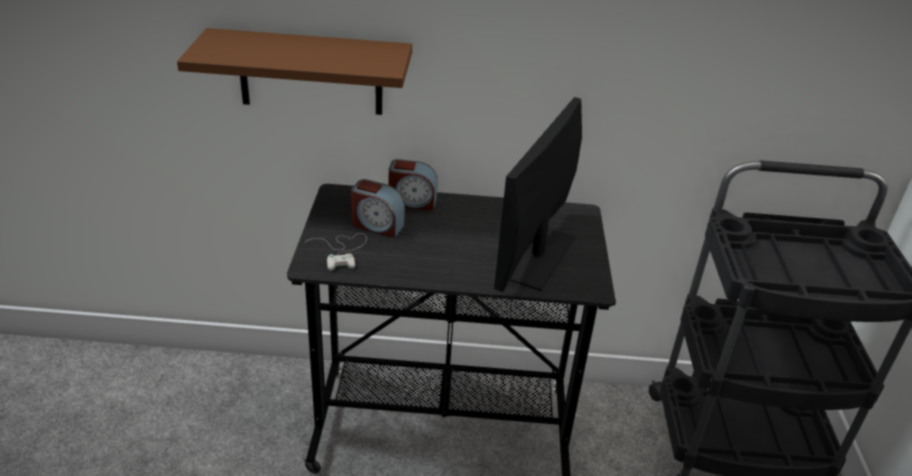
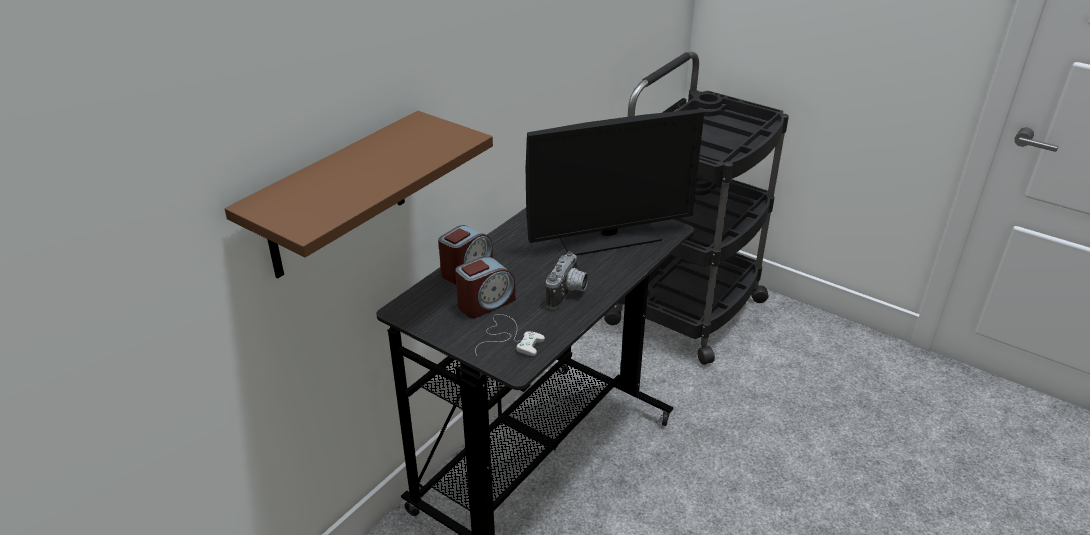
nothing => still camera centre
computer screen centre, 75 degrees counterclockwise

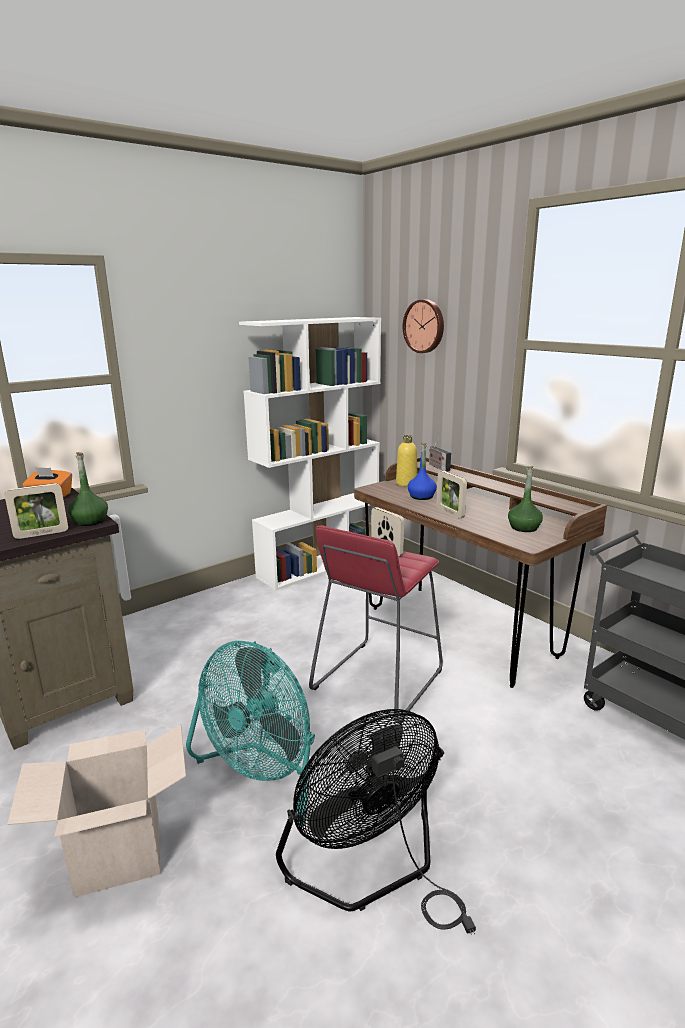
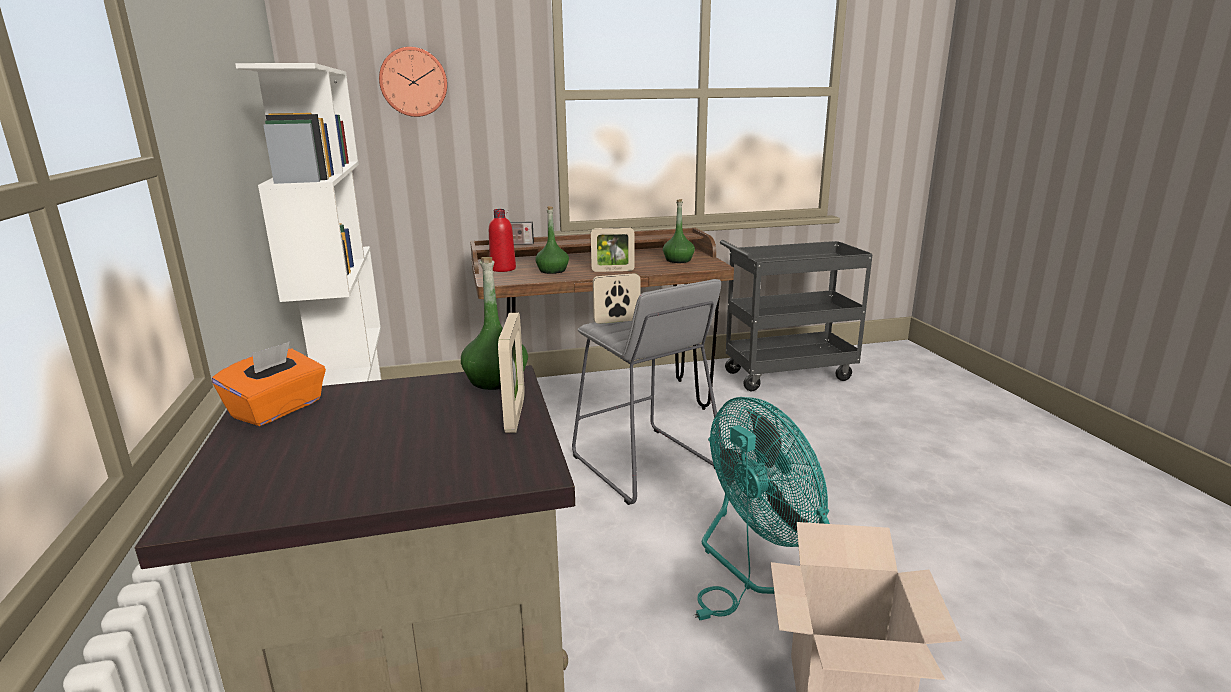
cooling fan/black-coloured bottom centre => nothing
stool/reddish centre => stool/greyish centre
bottle/yellow centre => bottle/reddish centre
bottle/blue centre => bottle/green (2nd from left) centre
cooling fan/blue-green bottom centre, 90 degrees counterclockwise

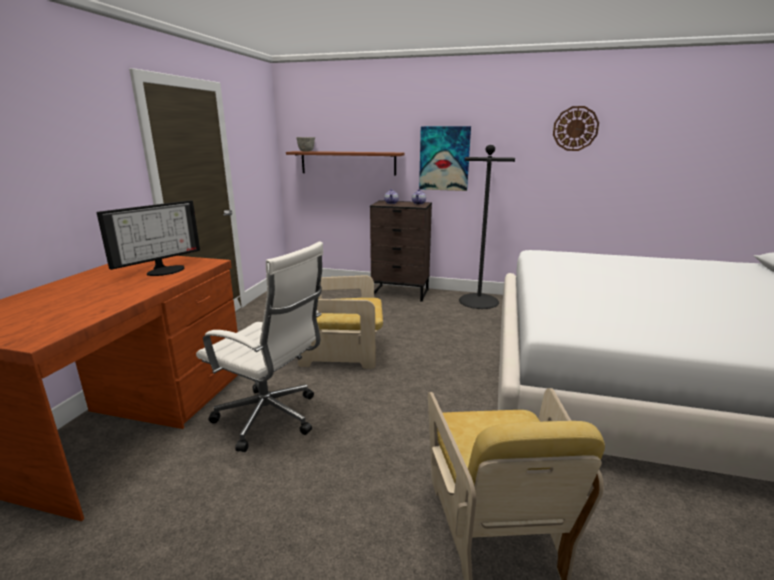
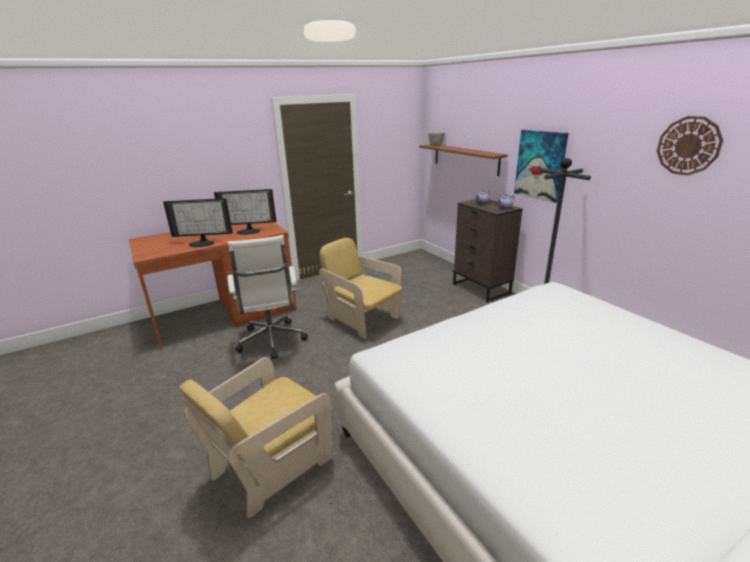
nothing => computer screen (1st from left) middle left

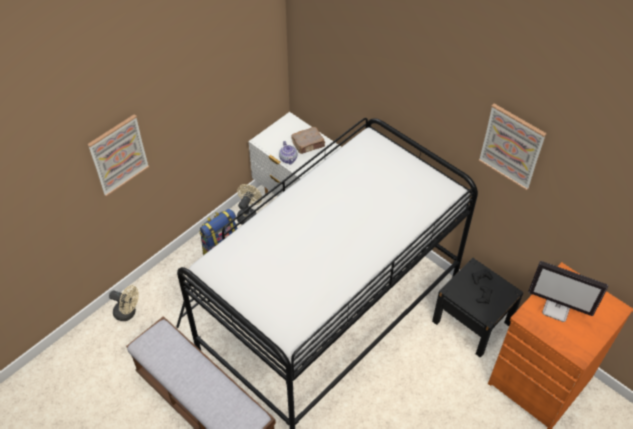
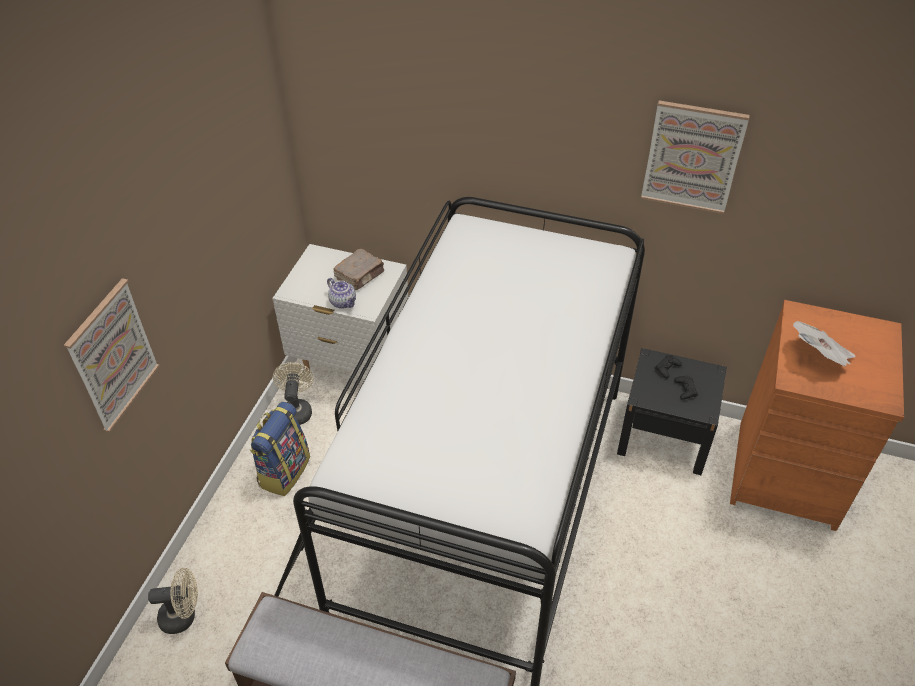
computer screen bottom right => printed paper middle right

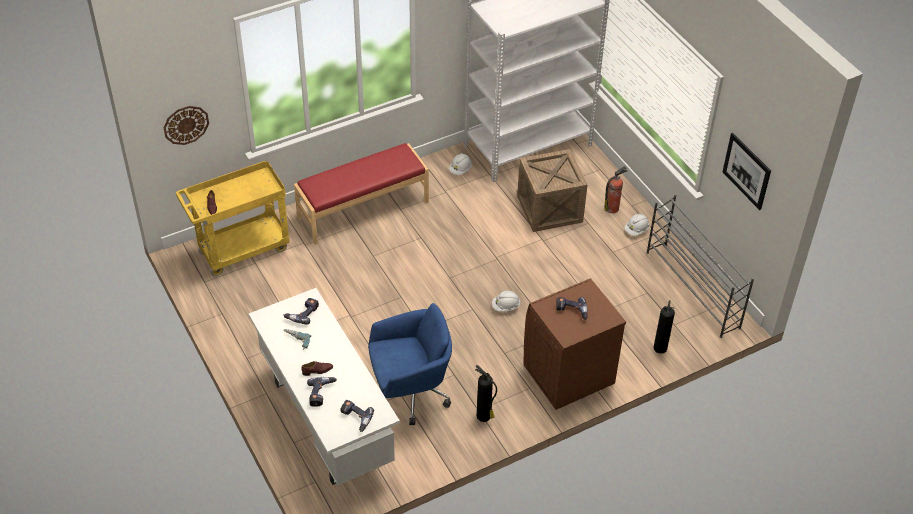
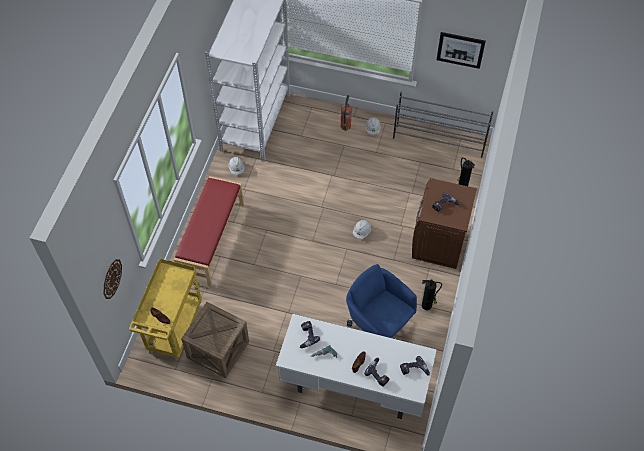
crate centre => crate bottom centre, moved
computer chair/blue bottom centre, 75 degrees counterclockwise

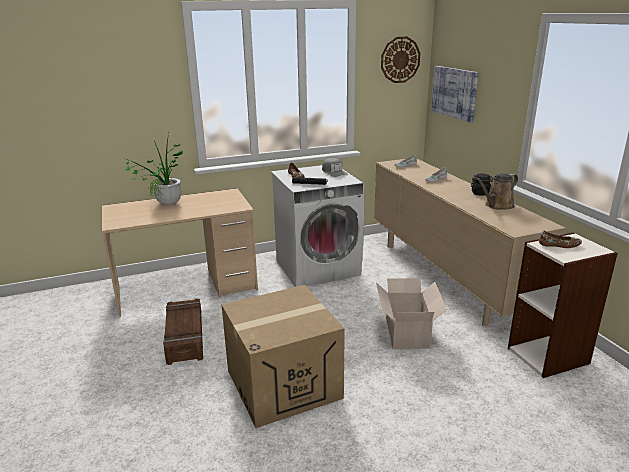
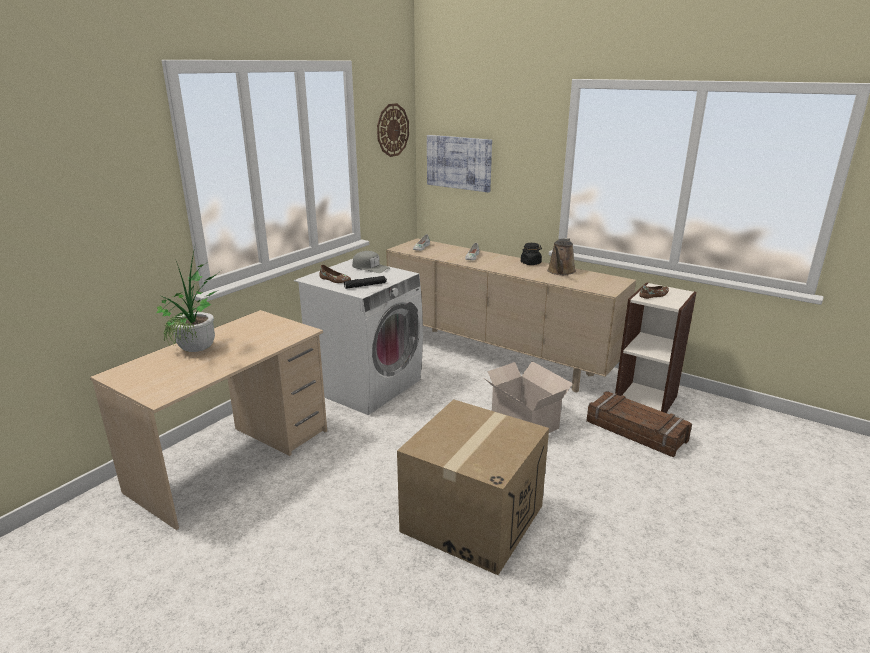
crate bottom left => crate middle right, moved

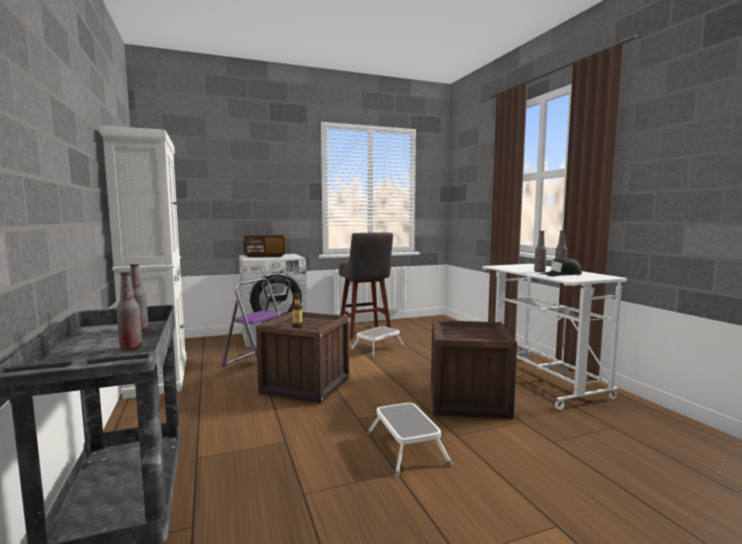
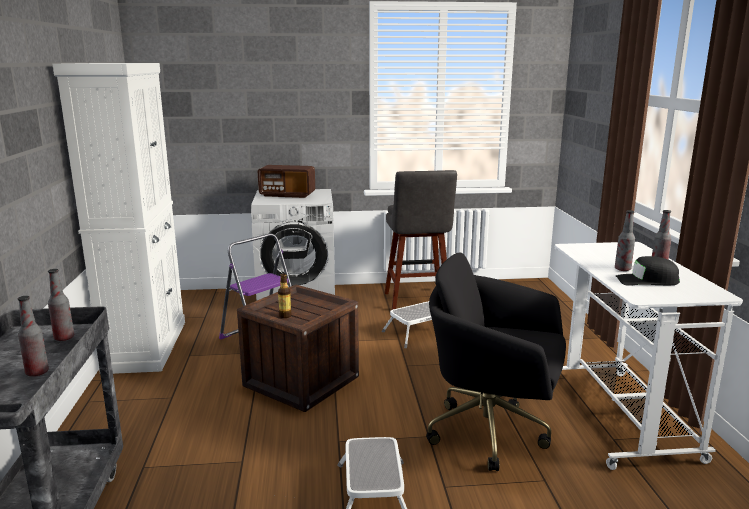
crate (2nd from left) bottom centre => computer chair/black-coloured bottom centre

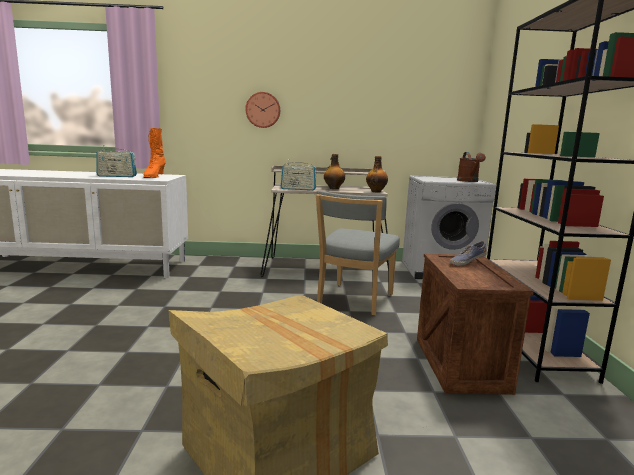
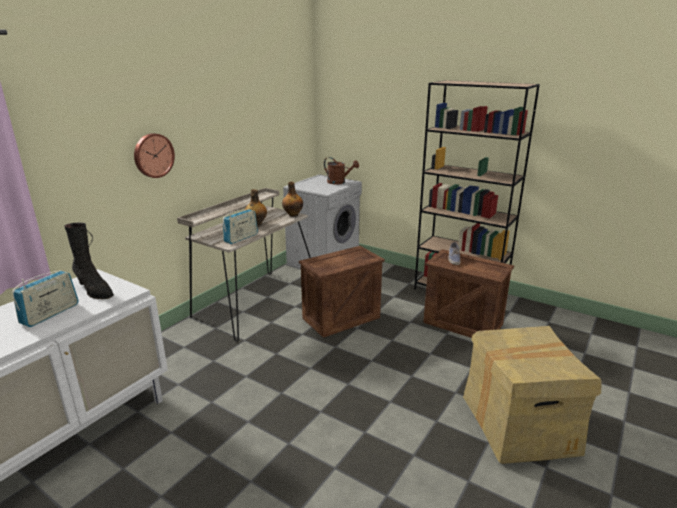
chair/greyish centre => crate (1st from left) centre
tall boot/orange top left => tall boot/black-coloured middle left

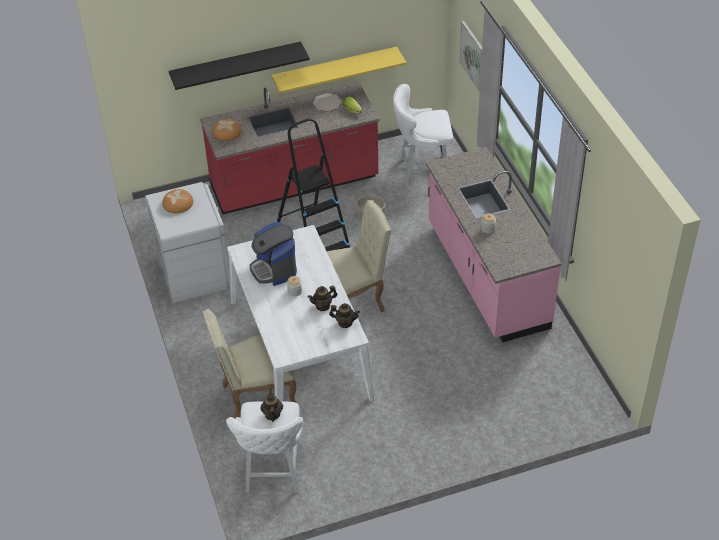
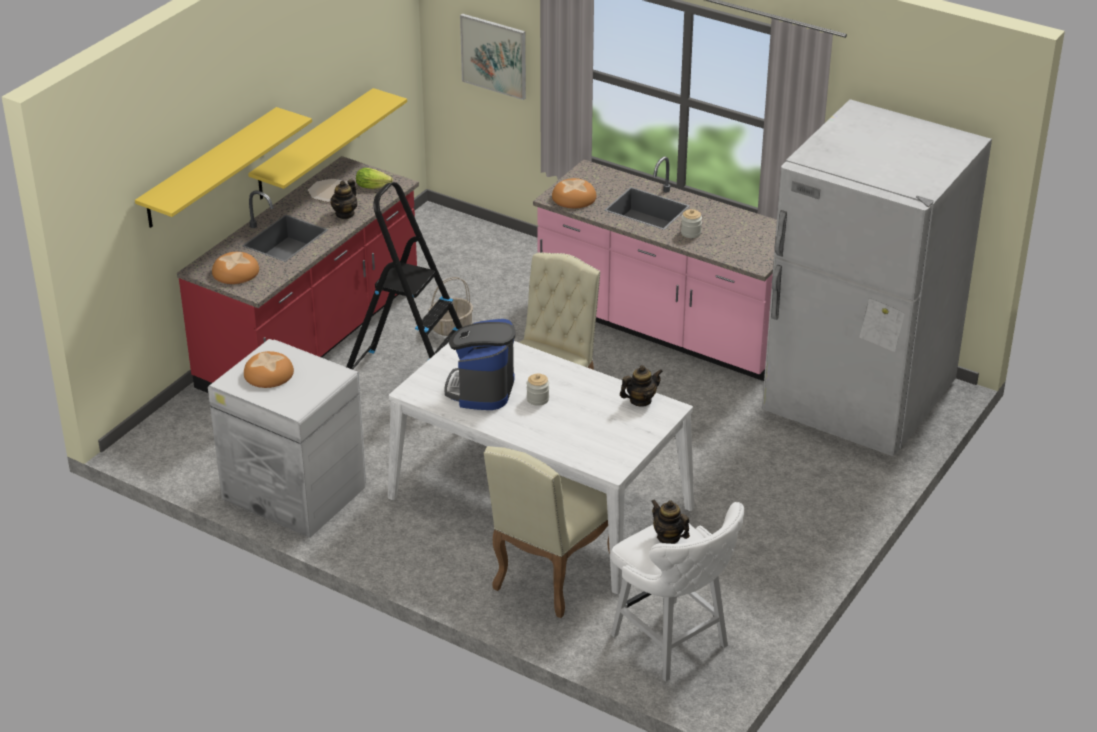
stool/white (2nd from left) top centre => nothing
nothing => bread (3rd from left) top centre
nothing => refrigerator/white middle right
teapot (2nd from left in the first image) centre => teapot (1st from left) top left, moved
wall shelf/black-coloured top left => wall shelf/yellow (1st from left) top left
coffee machine centre, 75 degrees clockwise

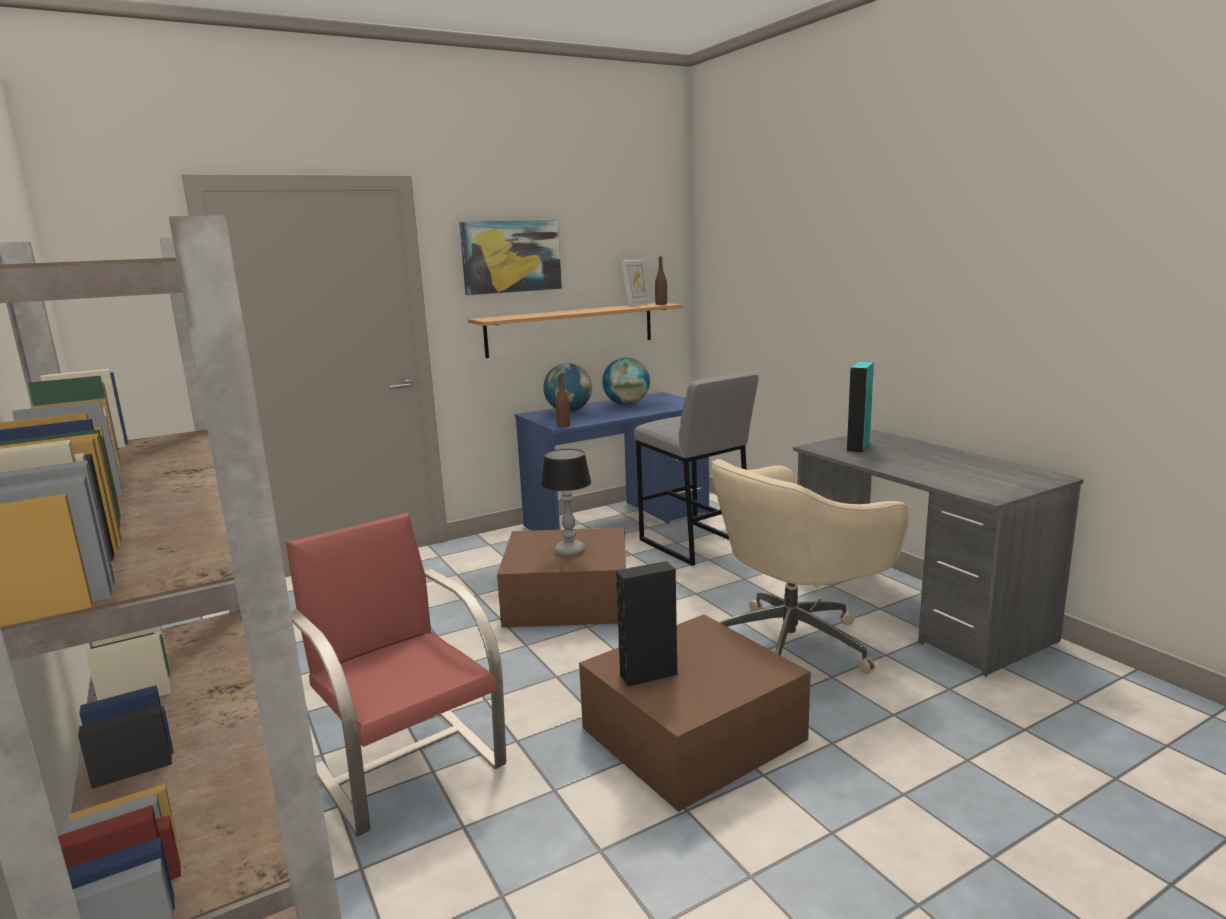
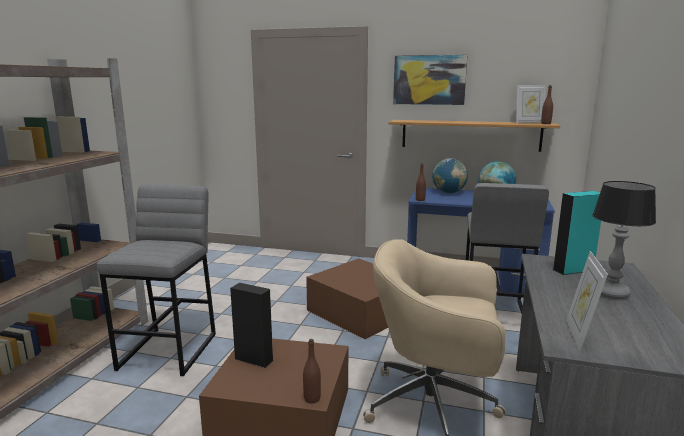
nothing => bottle/brown (1st from left) bottom centre
nothing => photo frame (2nd from left) bottom right
table lamp centre => table lamp middle right, moved
chair/reddish bottom left => stool/greyish (1st from left) middle left

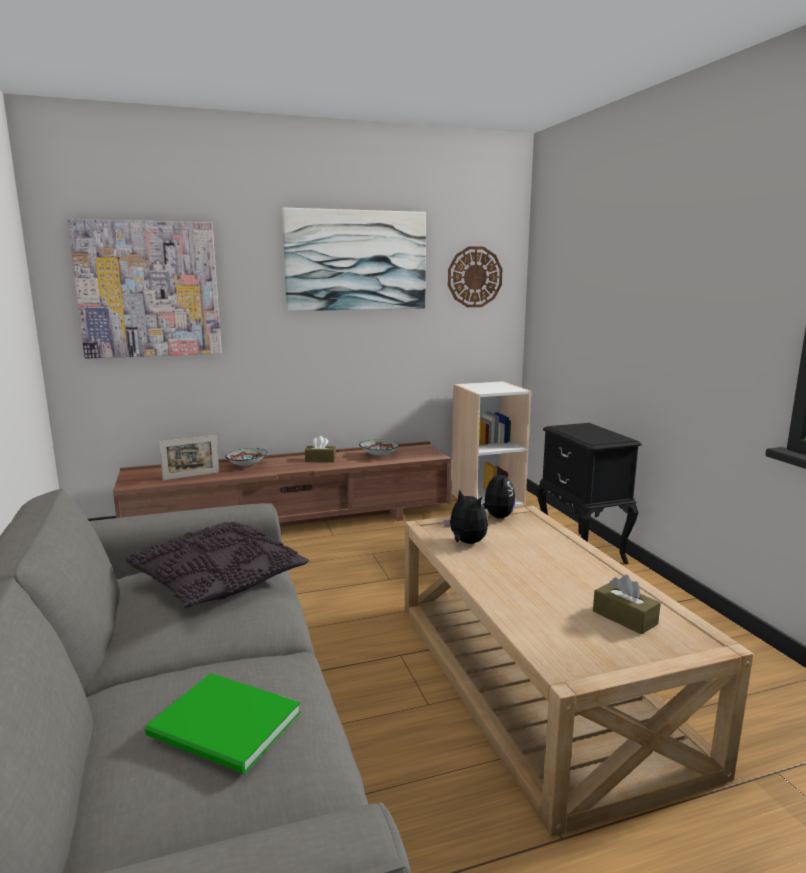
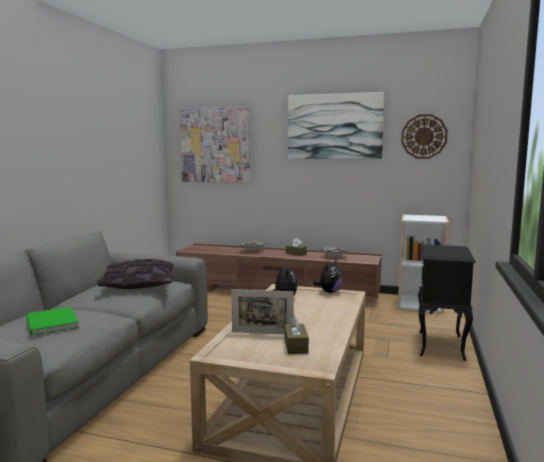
photo frame middle left => photo frame bottom centre, moved

